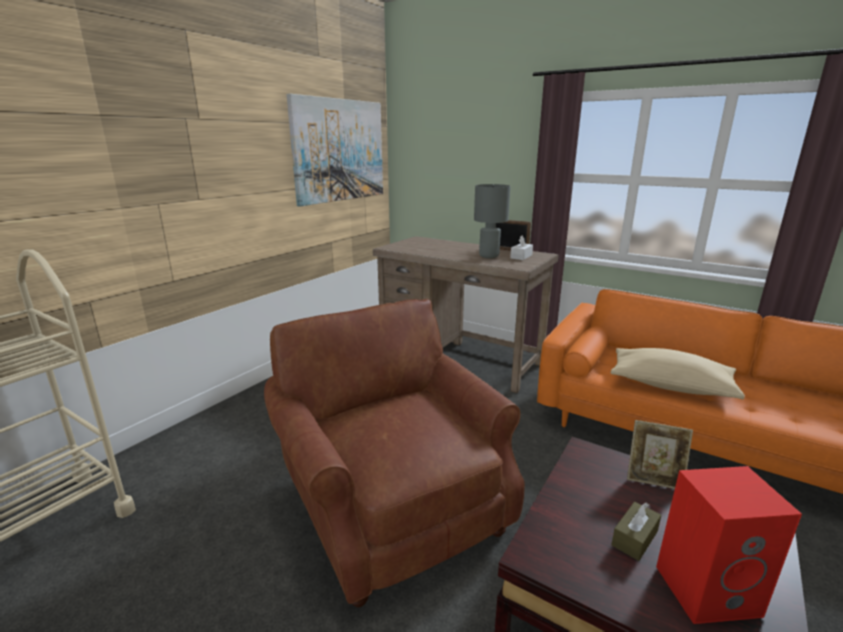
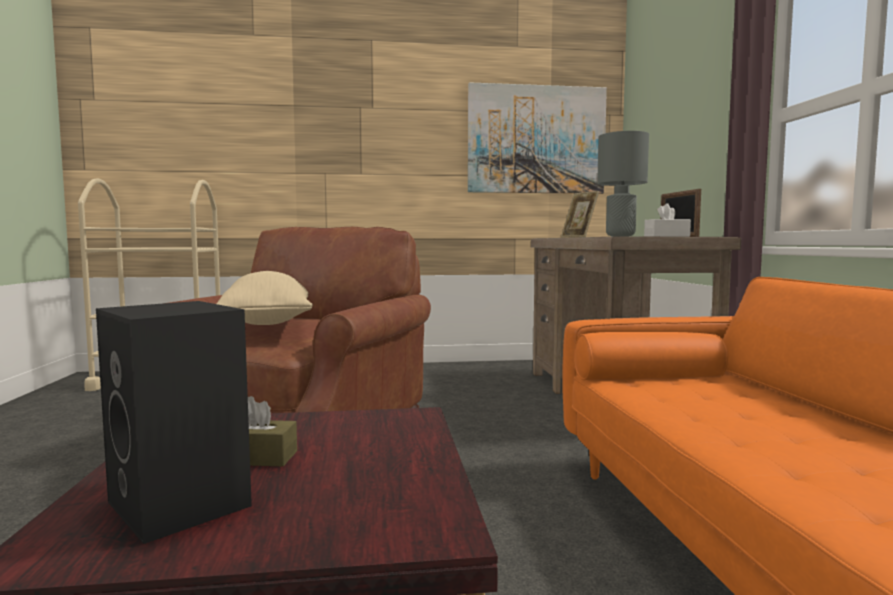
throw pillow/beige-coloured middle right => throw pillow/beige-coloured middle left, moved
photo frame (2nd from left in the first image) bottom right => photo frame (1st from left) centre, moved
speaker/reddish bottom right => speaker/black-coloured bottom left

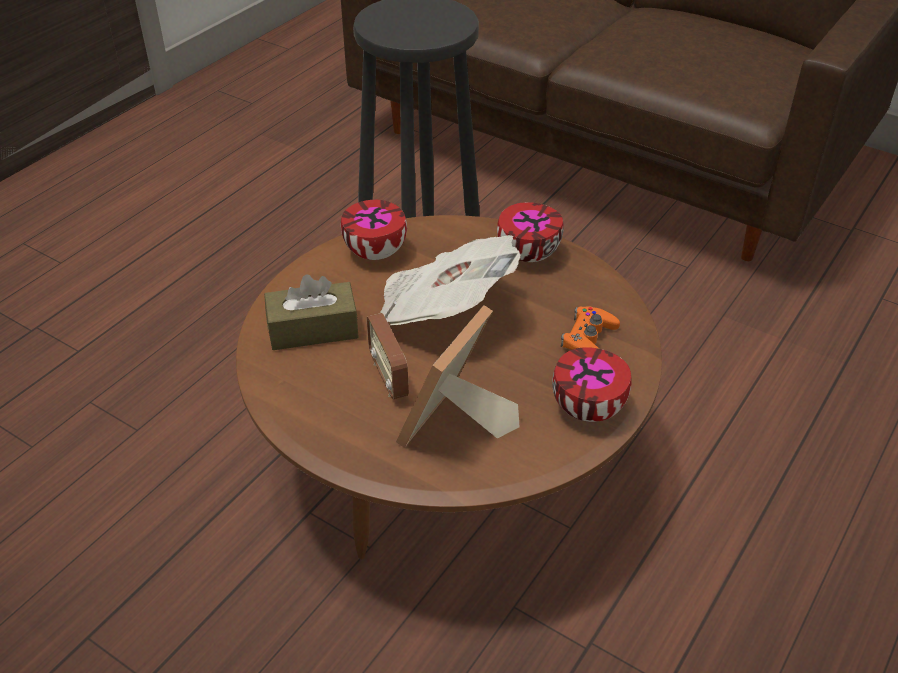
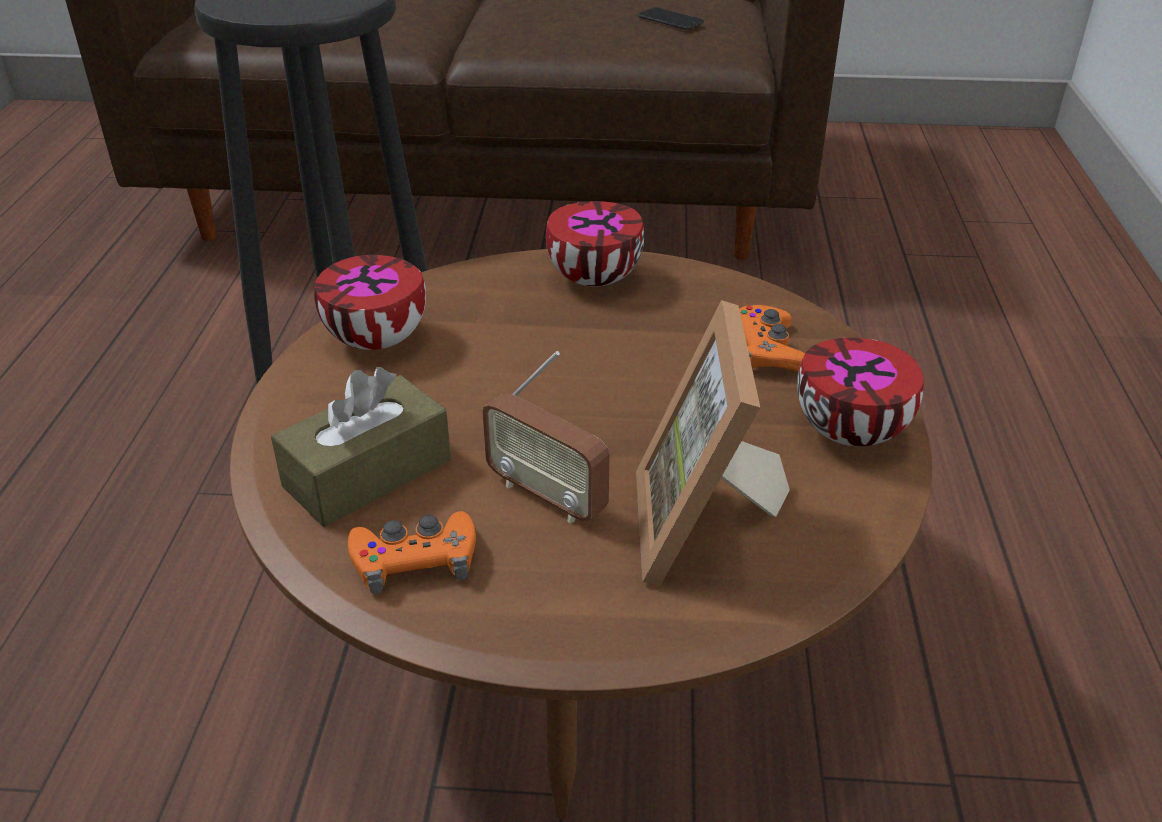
printed paper centre => nothing
nothing => gamepad/orange (1st from left) bottom centre
nothing => handset top centre

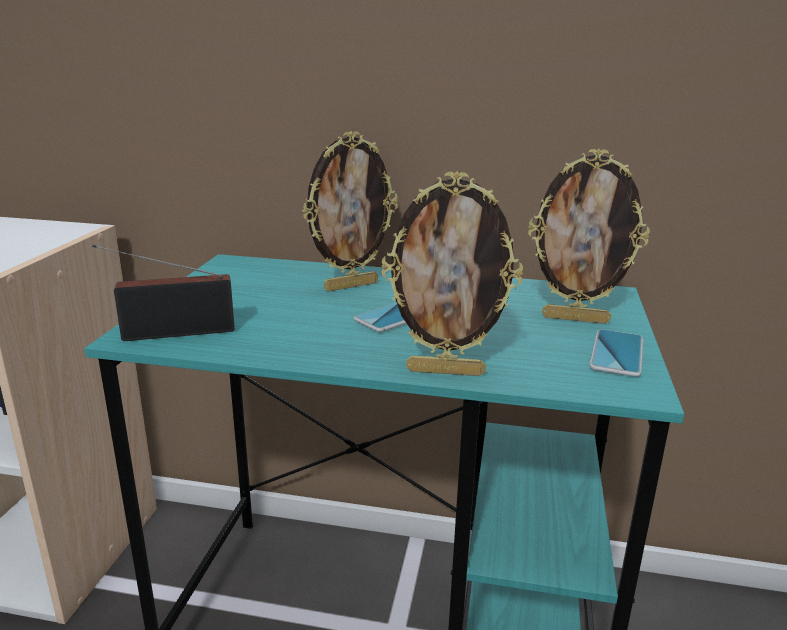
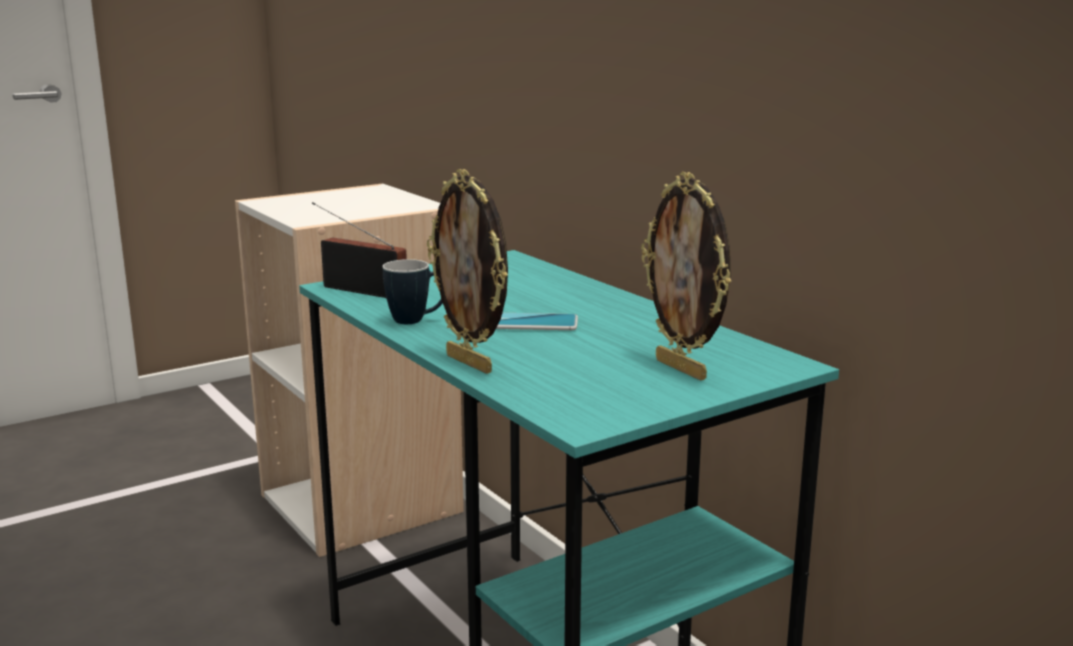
photo frame (1st from left) centre => nothing
handset (2nd from left) middle right => nothing
nothing => tea mug centre

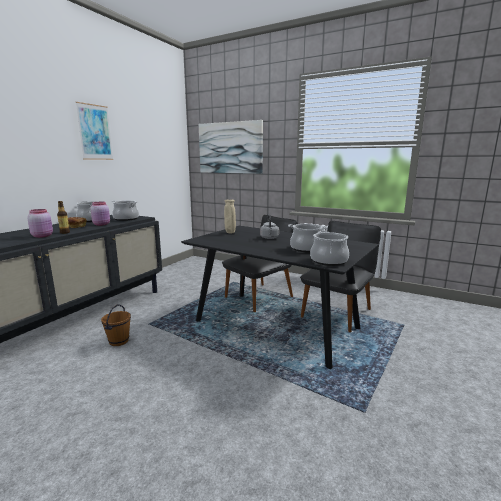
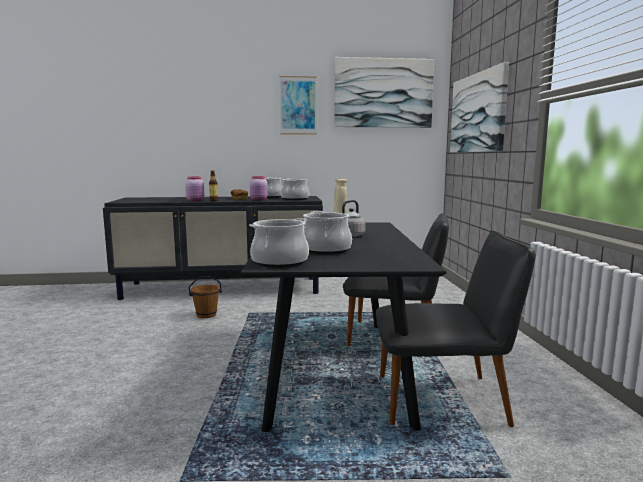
nothing => wall picture (2nd from left) top centre

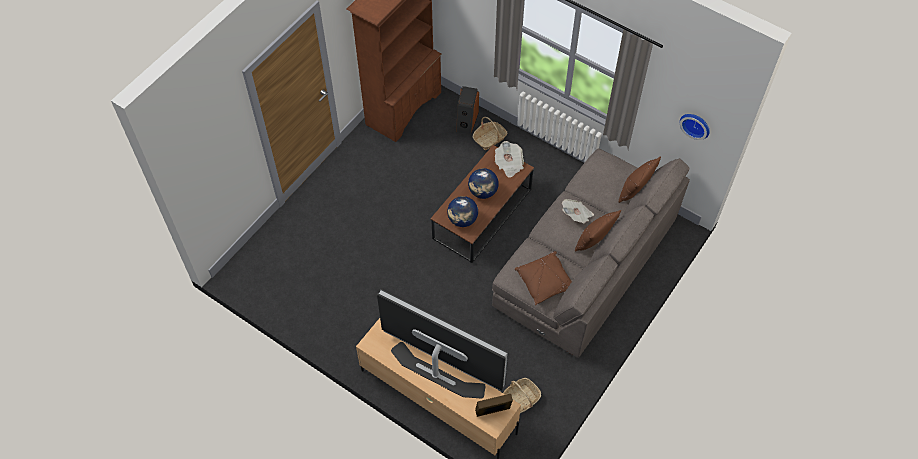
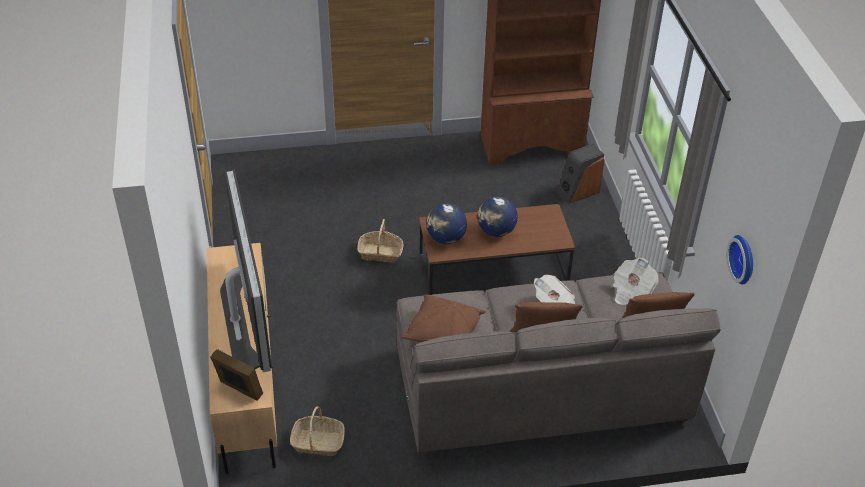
basket (1st from left in the first image) top centre => basket (2nd from left) centre, moved
printed paper (1st from left in the first image) centre => printed paper (2nd from left) middle right, moved

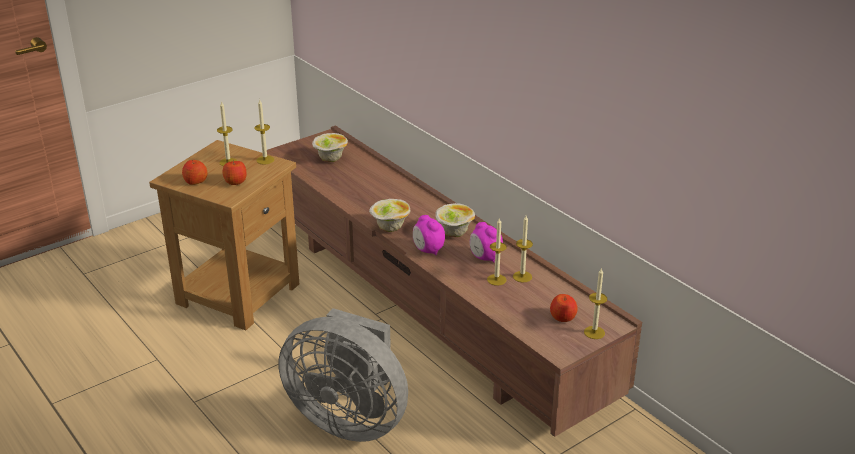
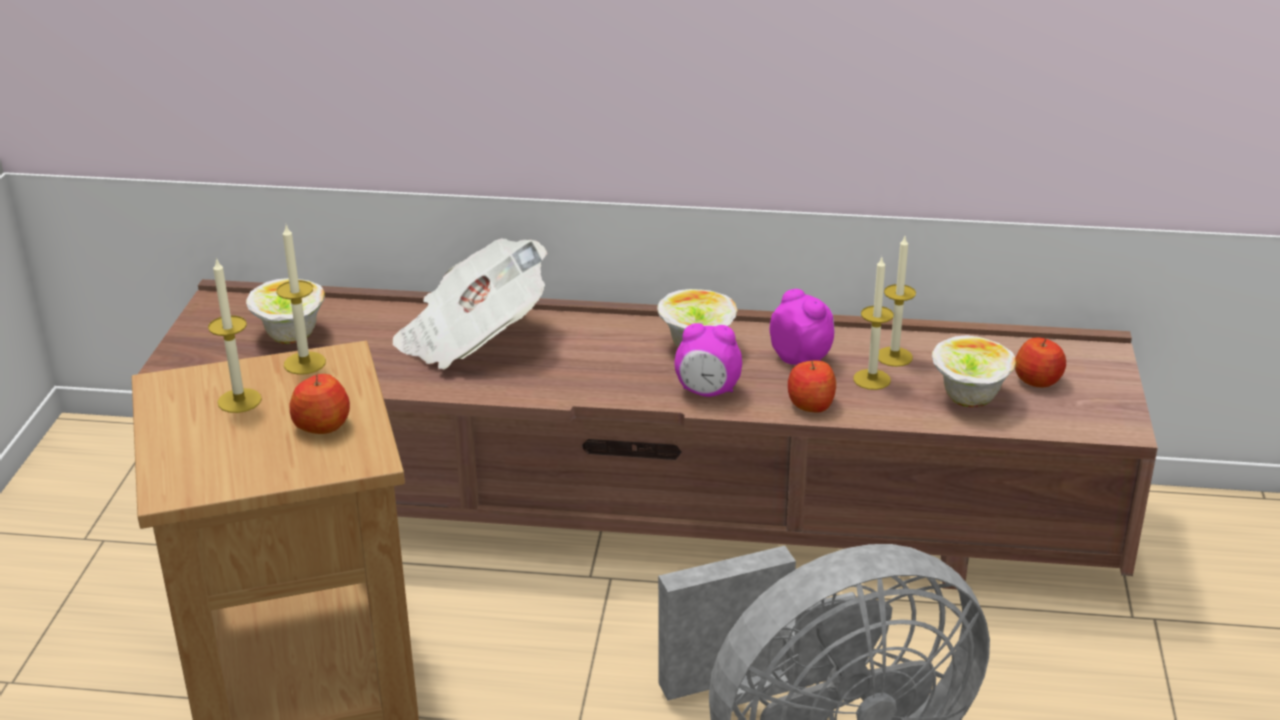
wax light (5th from left) bottom right => nothing
nothing => printed paper centre
apple (1st from left in the first image) middle left => apple (2nd from left) centre, moved
serving bowl (2nd from left in the first image) centre => serving bowl (3rd from left) middle right, moved
table clock (2nd from left) centre, 135 degrees counterclockwise

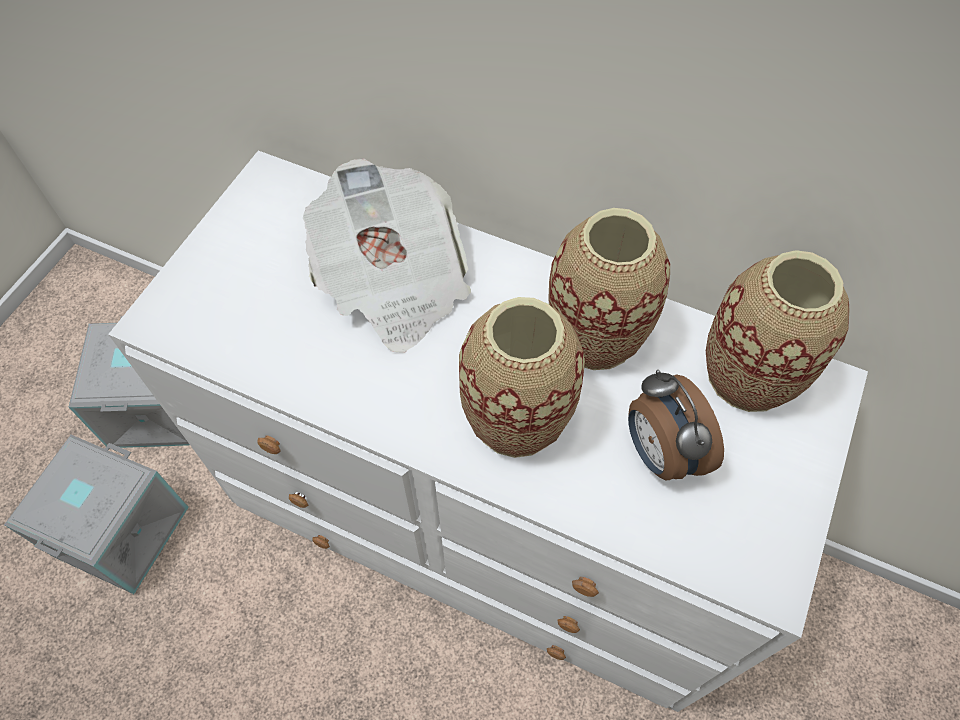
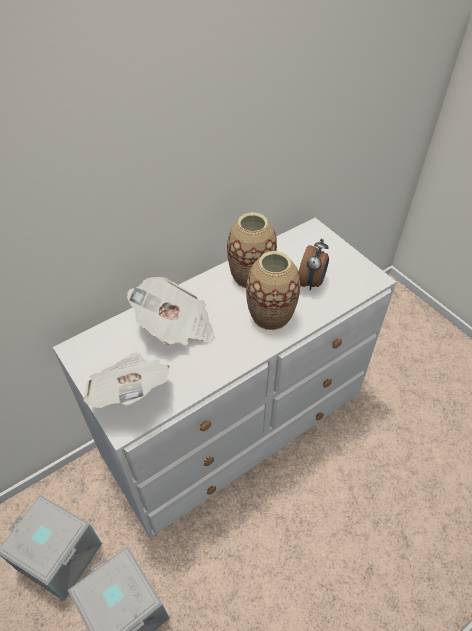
vase (3rd from left) middle right => nothing
nothing => printed paper (1st from left) middle left
table clock middle right => table clock centre, 75 degrees counterclockwise

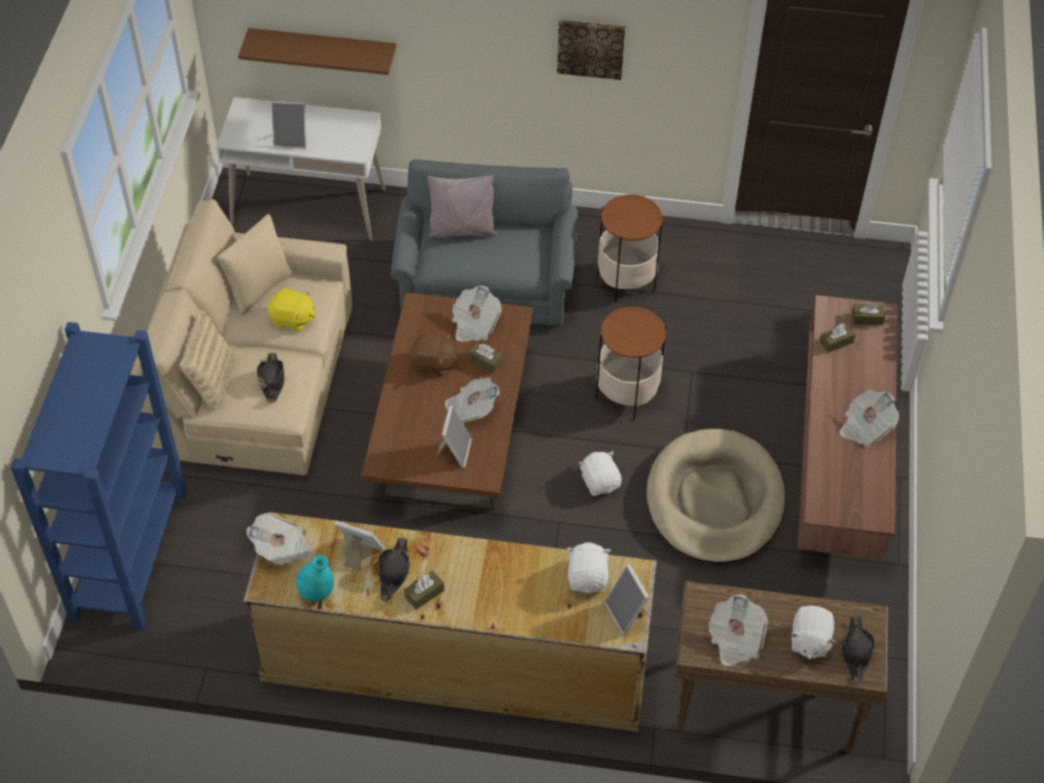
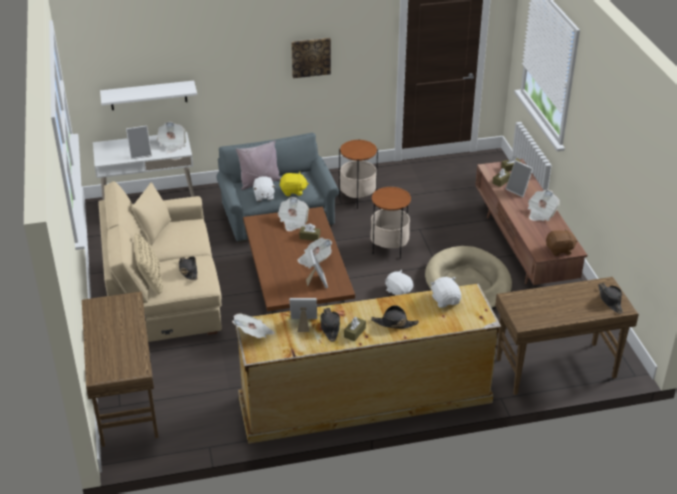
vase/blue-green bottom left => nothing
nothing => clothing hat/black-coloured (3rd from left) centre
cuddly toy/yellow middle left => cuddly toy/yellow centre, moved
cuddly toy/brown centre => cuddly toy/brown middle right, moved
photo frame (4th from left) bottom centre => photo frame (4th from left) middle right, moved
printed paper (4th from left in the first image) bottom right => printed paper (1st from left) top left, moved
cuddly toy/white (3rd from left in the first image) bottom right => cuddly toy/white (1st from left) centre, moved
bookshelf/blue middle left => narrow table/brown (1st from left) bottom left
wall shelf/brown top left => wall shelf/white top left

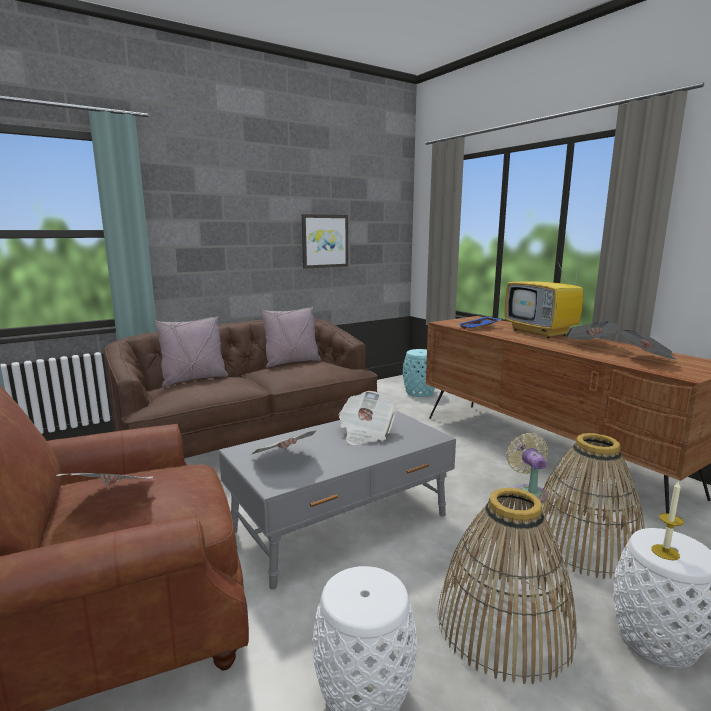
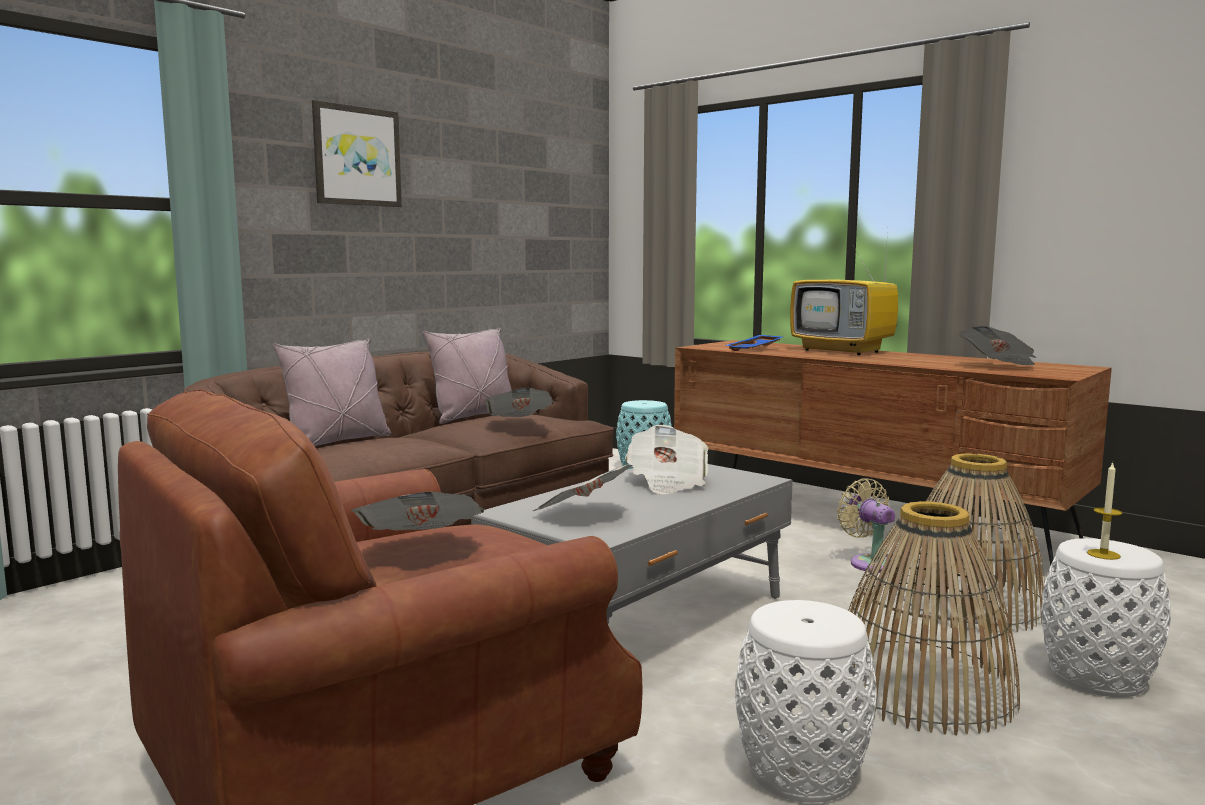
wall picture centre => wall picture top left, moved
printed paper (4th from left in the first image) middle right => printed paper (2nd from left) centre, moved

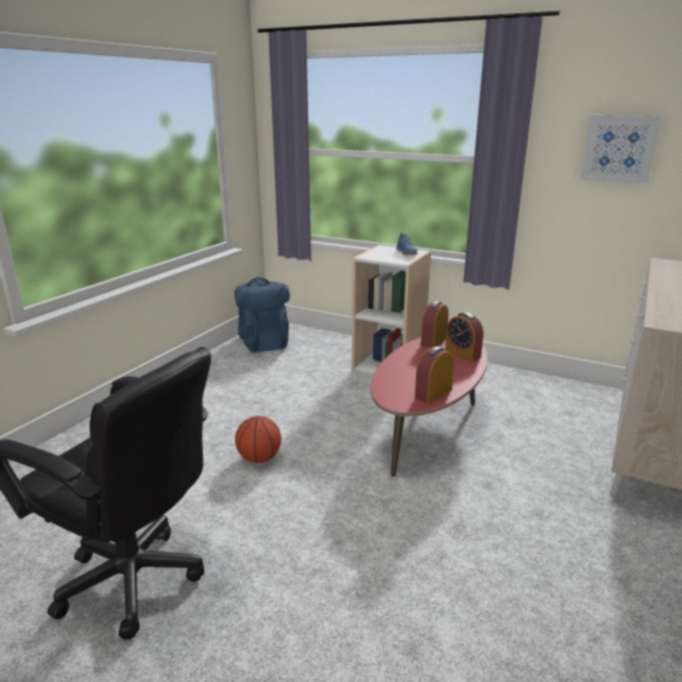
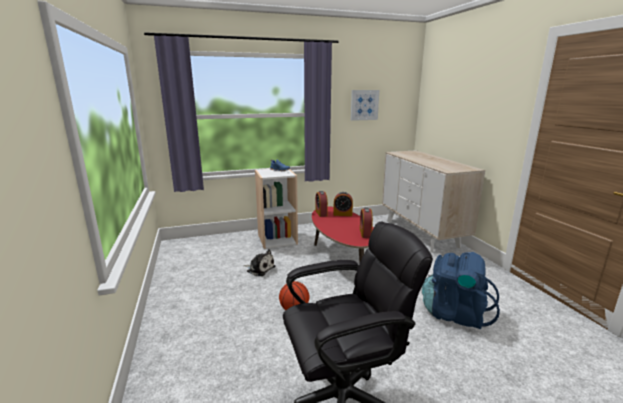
nothing => cuddly toy centre
backpack/blue centre => backpack/blue bottom right, moved

